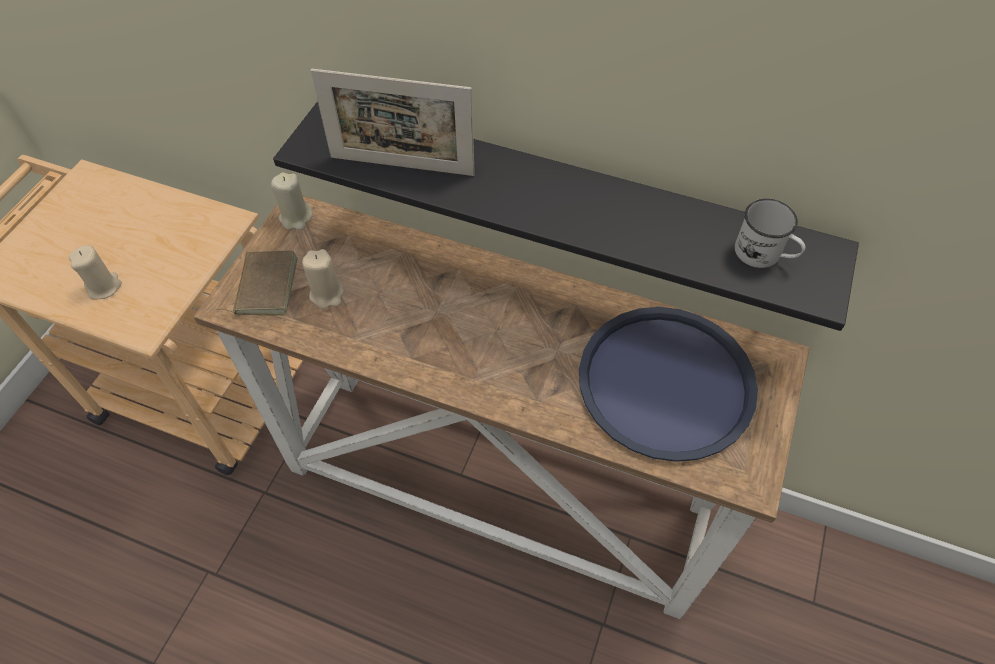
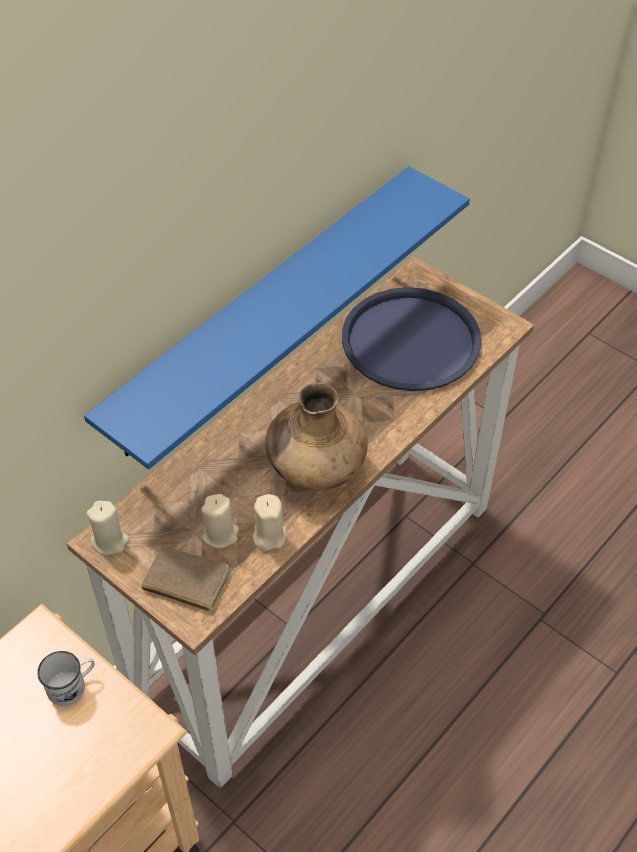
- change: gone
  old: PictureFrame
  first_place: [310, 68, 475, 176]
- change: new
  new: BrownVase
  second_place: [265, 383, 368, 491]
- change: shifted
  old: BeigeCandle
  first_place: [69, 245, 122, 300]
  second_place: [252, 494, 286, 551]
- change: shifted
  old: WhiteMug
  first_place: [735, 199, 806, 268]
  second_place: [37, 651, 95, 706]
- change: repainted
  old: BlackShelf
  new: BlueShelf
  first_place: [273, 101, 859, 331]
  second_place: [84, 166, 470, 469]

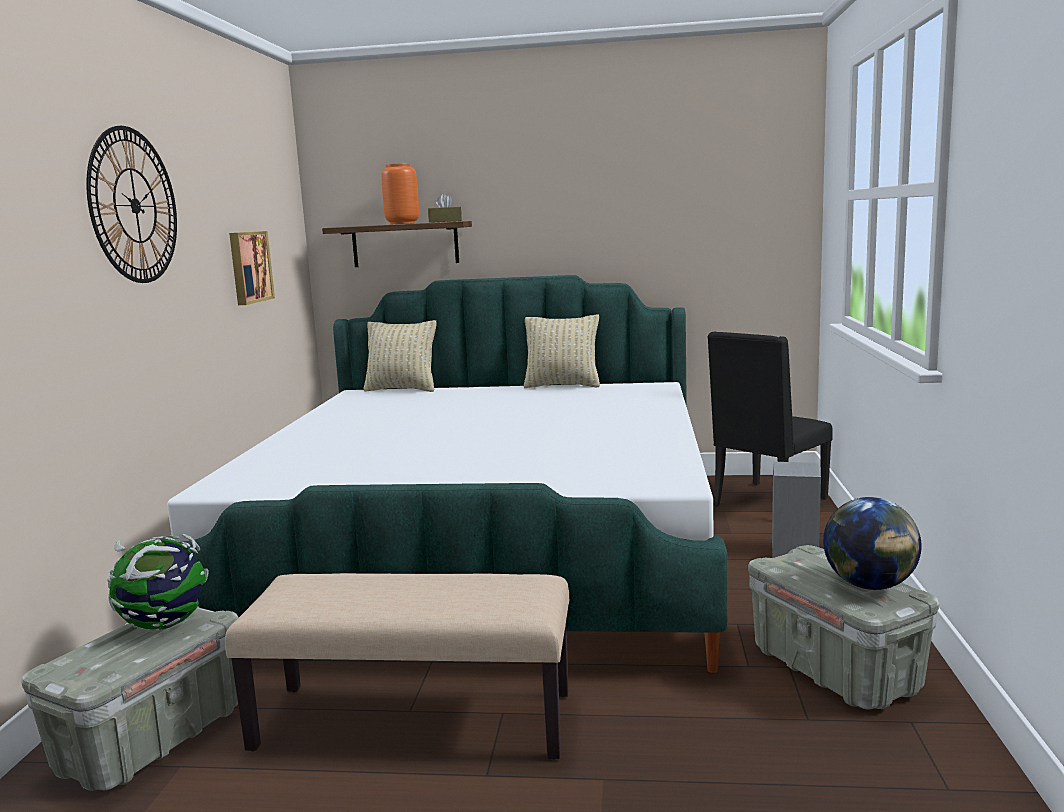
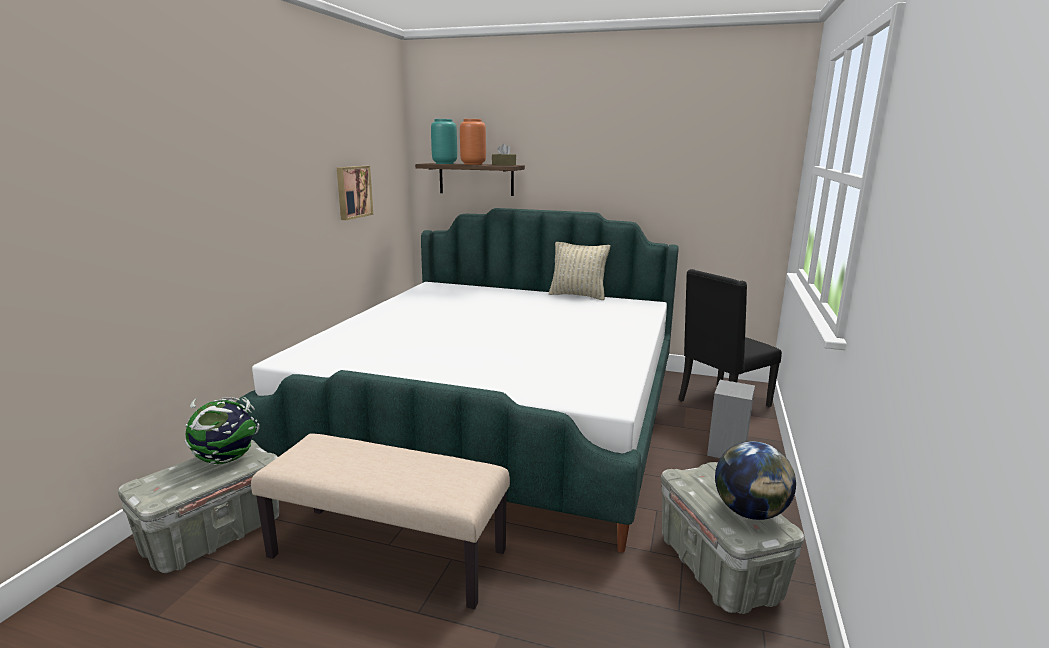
- change: gone
  old: WallClock
  first_place: [86, 126, 177, 283]
- change: gone
  old: BeigePillow
  first_place: [363, 320, 436, 392]
- change: new
  new: TurquoiseVase
  second_place: [431, 119, 457, 164]

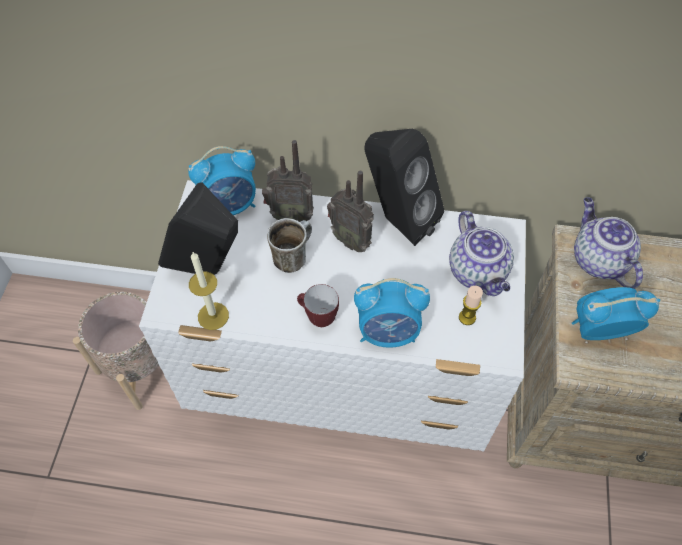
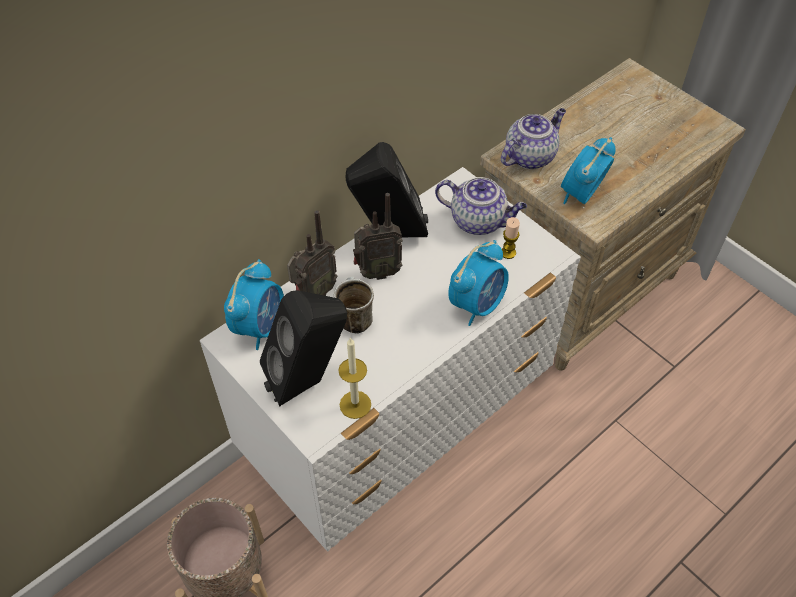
- change: gone
  old: Mug
  first_place: [297, 284, 339, 327]
- change: rotated
  old: Teapot
  first_place: [574, 197, 643, 289]
  second_place: [501, 108, 566, 170]
  degrees: 120

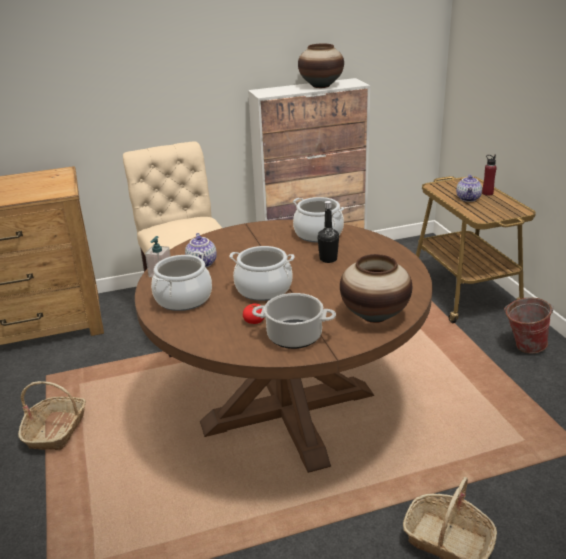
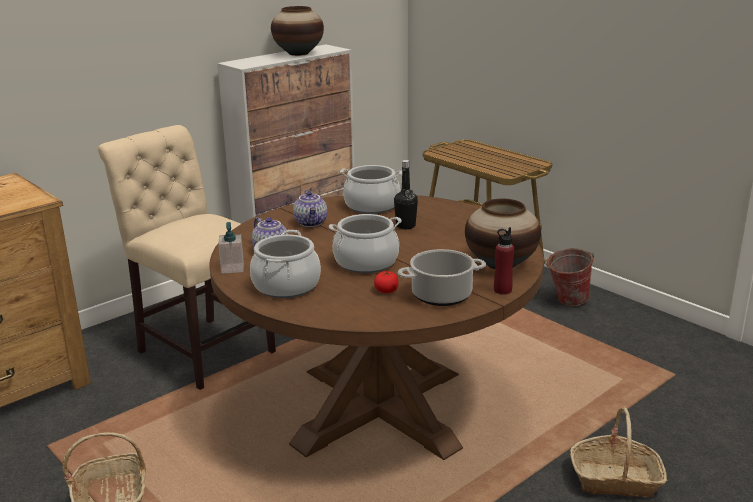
- change: shifted
  old: Teapot
  first_place: [456, 174, 482, 202]
  second_place: [293, 190, 327, 227]
- change: shifted
  old: RedBottle
  first_place: [482, 155, 497, 195]
  second_place: [494, 227, 514, 295]

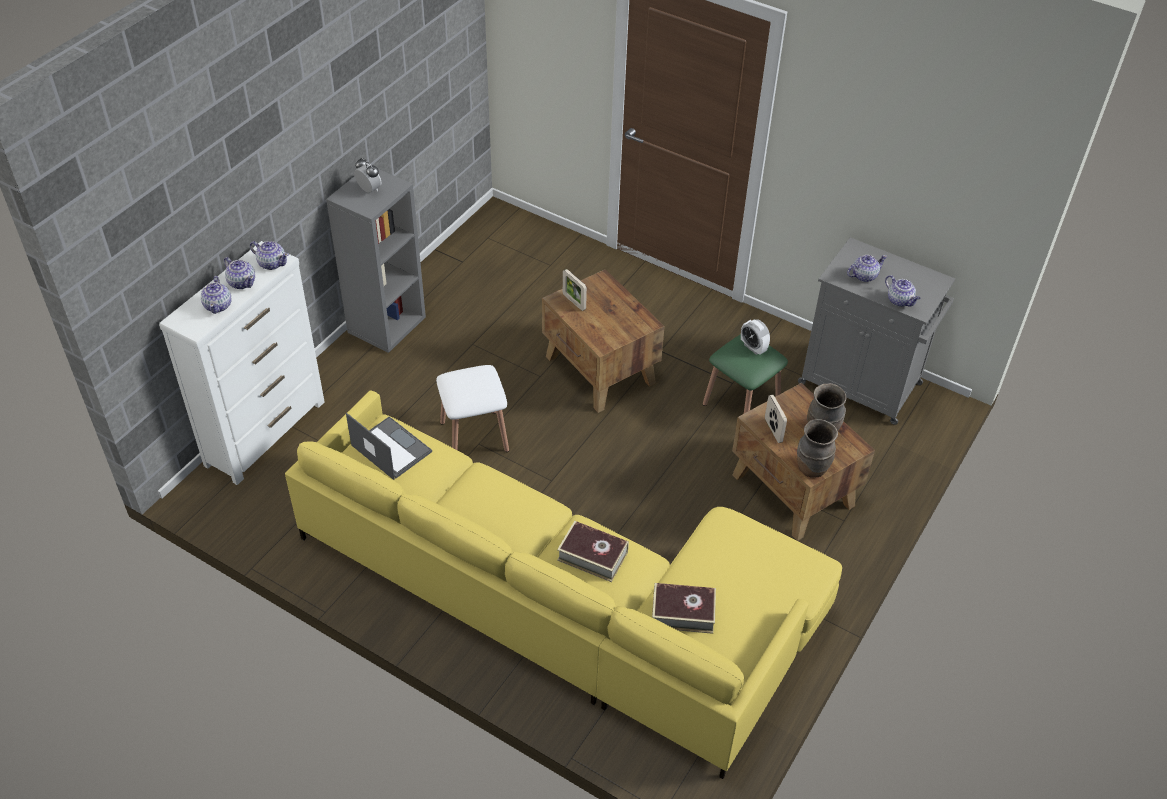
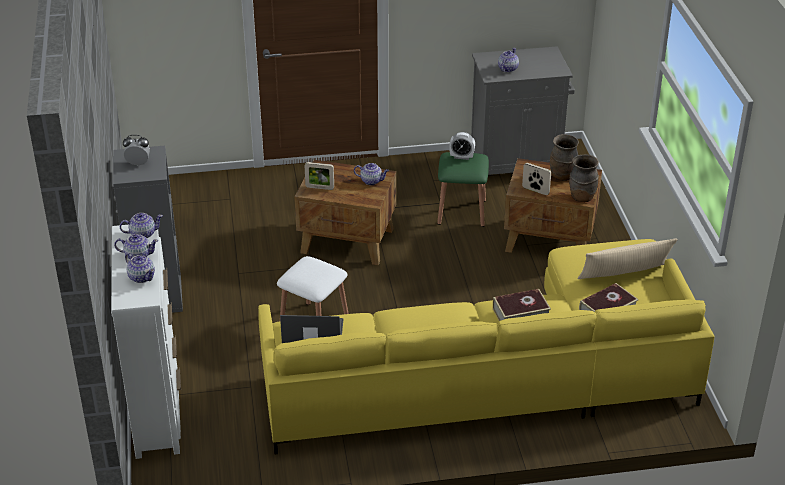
- change: new
  new: BeigePillow
  second_place: [577, 239, 677, 279]
- change: shifted
  old: Teapot
  first_place: [885, 275, 921, 307]
  second_place: [354, 163, 389, 185]

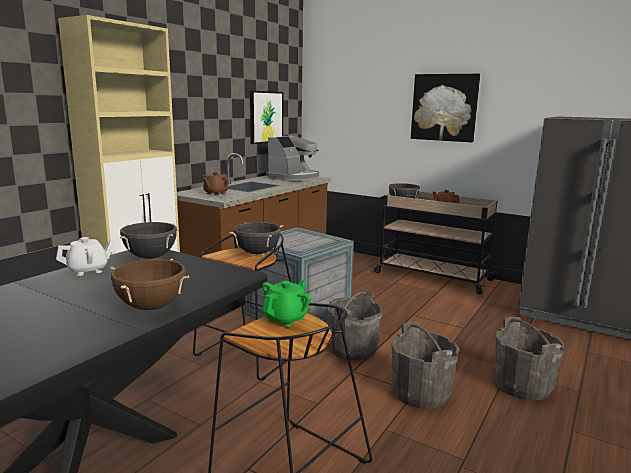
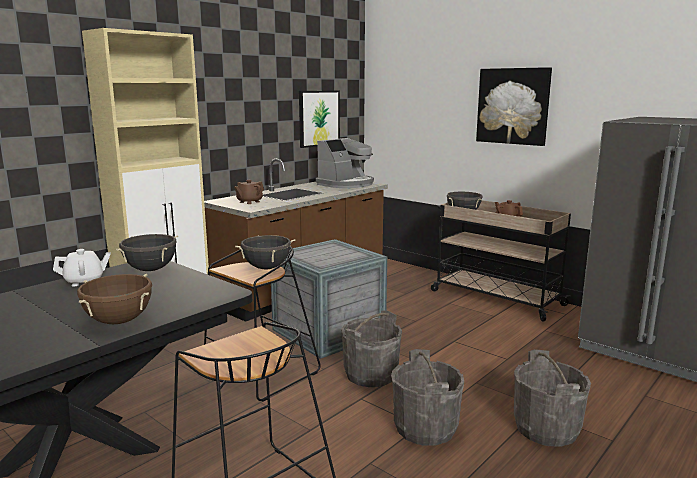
- change: gone
  old: GreenTeapot
  first_place: [262, 280, 311, 327]

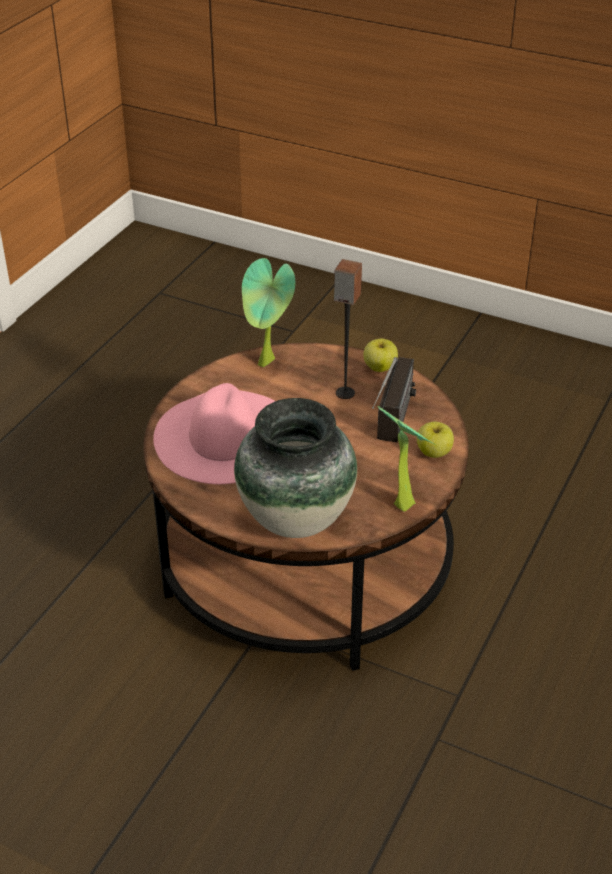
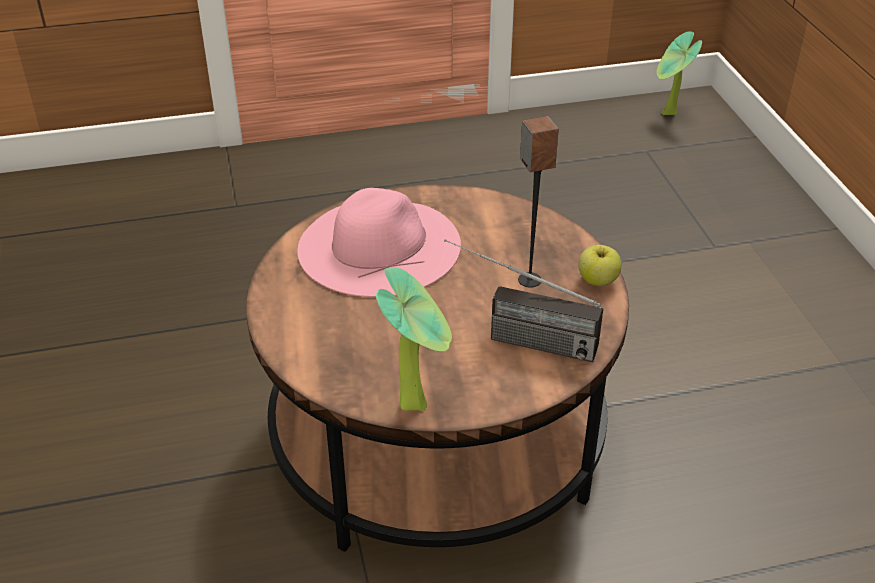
- change: gone
  old: Vase
  first_place: [234, 398, 357, 538]
- change: gone
  old: Apple
  first_place: [417, 422, 454, 458]
- change: shifted
  old: PottedPlant
  first_place: [242, 258, 295, 367]
  second_place: [657, 31, 702, 115]
- change: rotated
  old: Radio
  first_place: [372, 357, 416, 442]
  second_place: [444, 239, 603, 362]
  degrees: 45

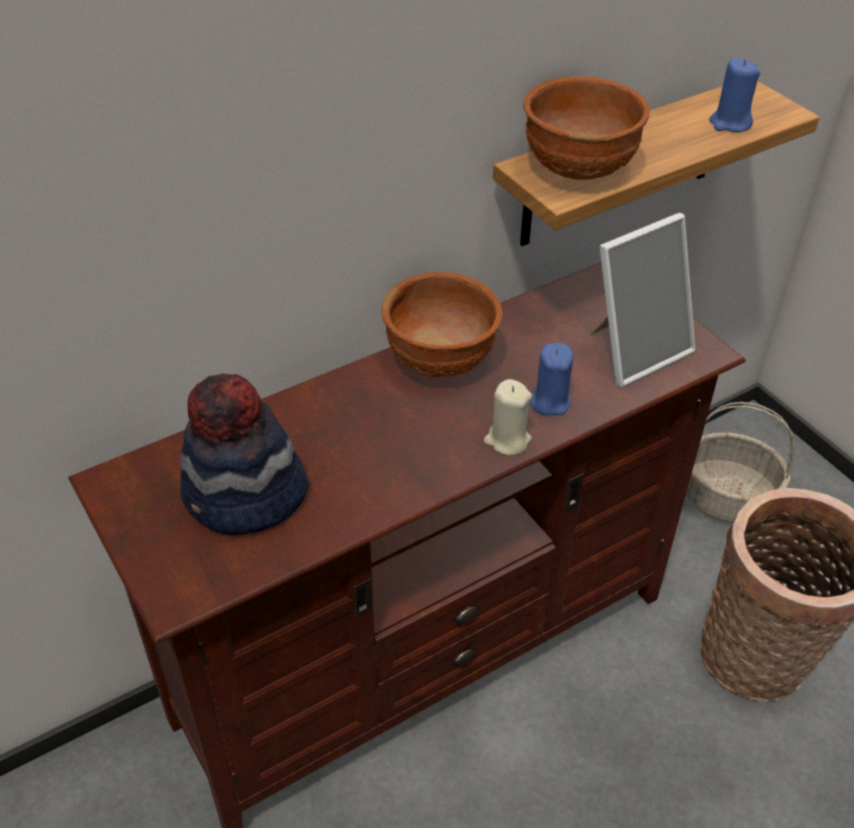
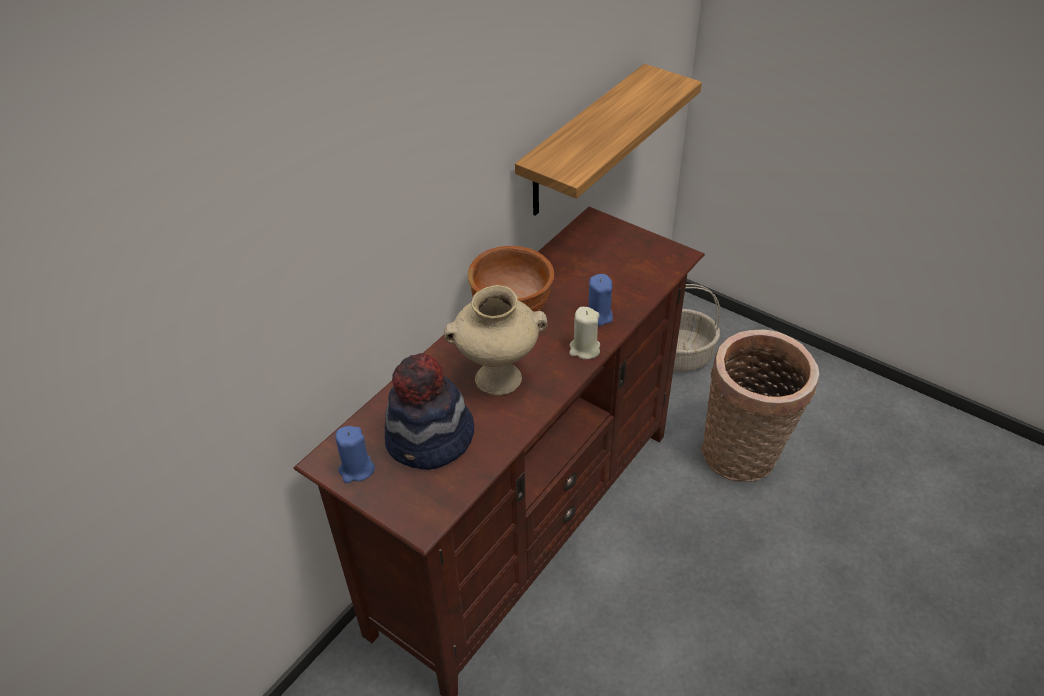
- change: gone
  old: BrownBowl
  first_place: [524, 76, 650, 180]
- change: gone
  old: PictureFrame
  first_place: [590, 213, 696, 387]
- change: new
  new: BeigeVase
  second_place: [444, 285, 547, 395]
- change: shifted
  old: BlueCandle
  first_place: [709, 58, 760, 132]
  second_place: [336, 426, 375, 483]

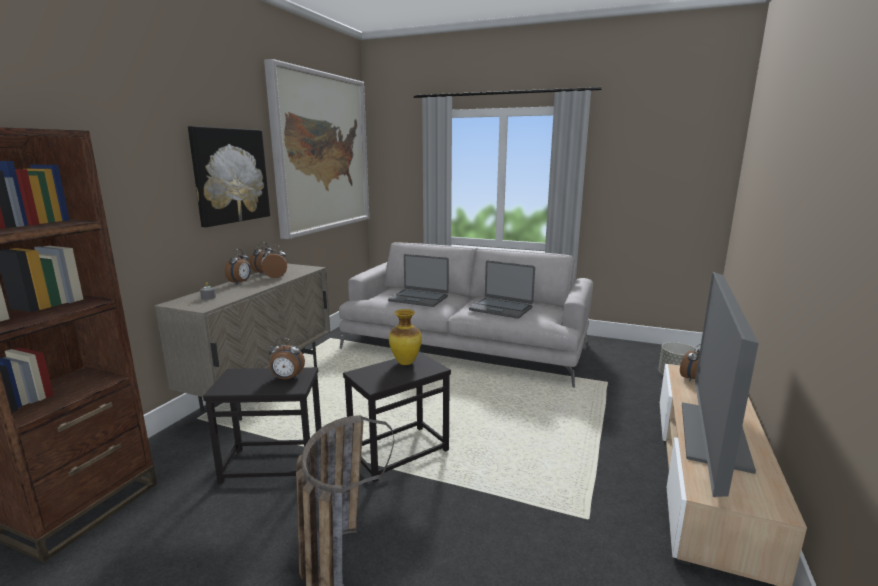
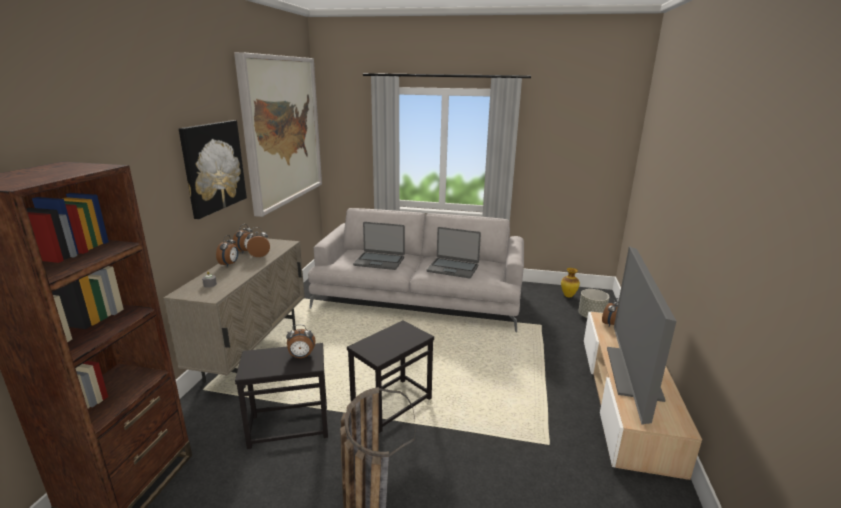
- change: shifted
  old: Vase
  first_place: [389, 309, 422, 365]
  second_place: [561, 268, 580, 297]

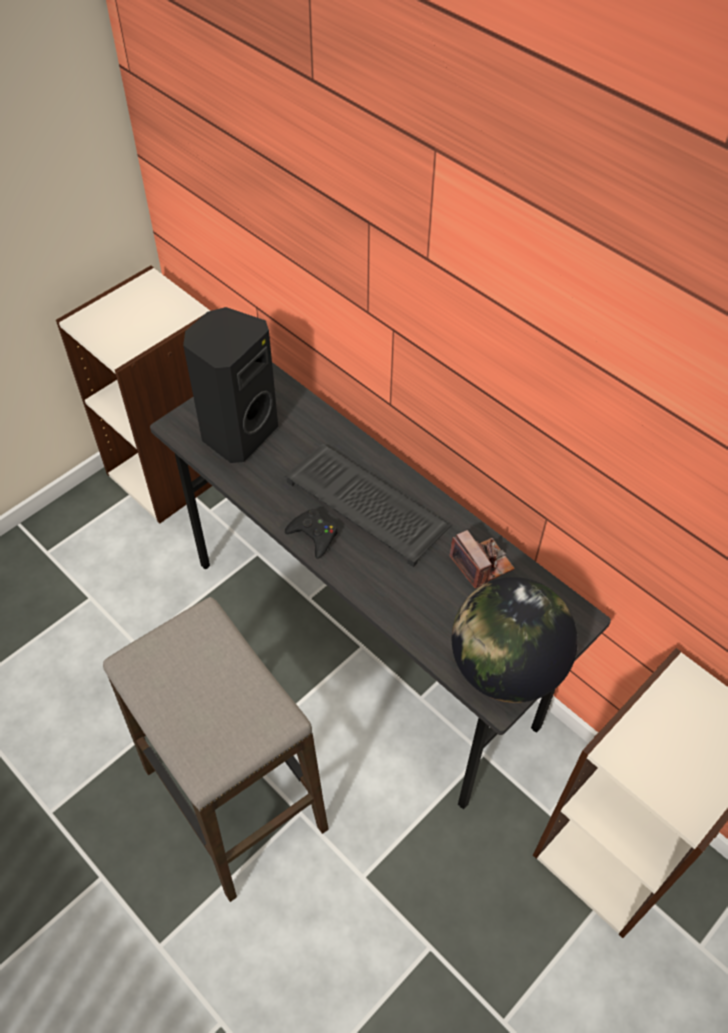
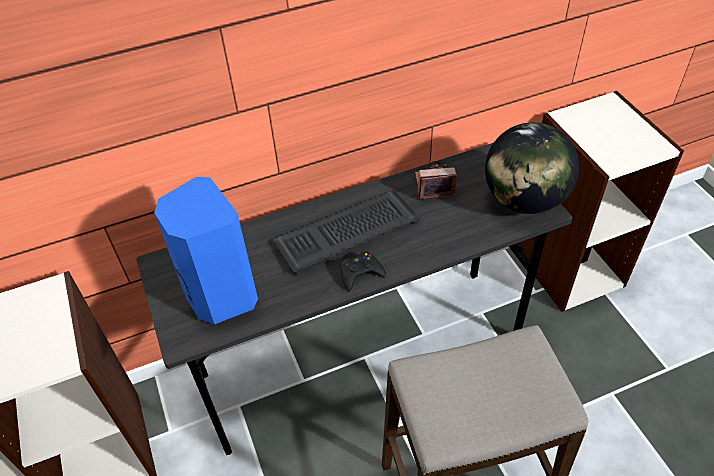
- change: repainted
  old: BlackSpeaker
  new: BlueSpeaker
  first_place: [183, 307, 278, 463]
  second_place: [154, 177, 258, 324]

